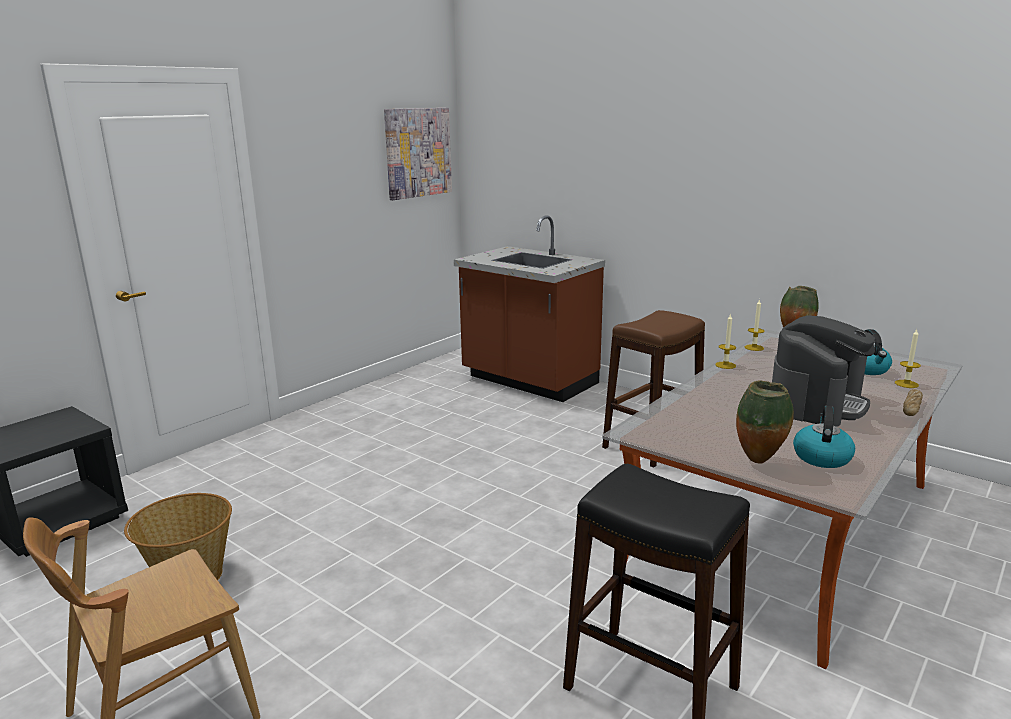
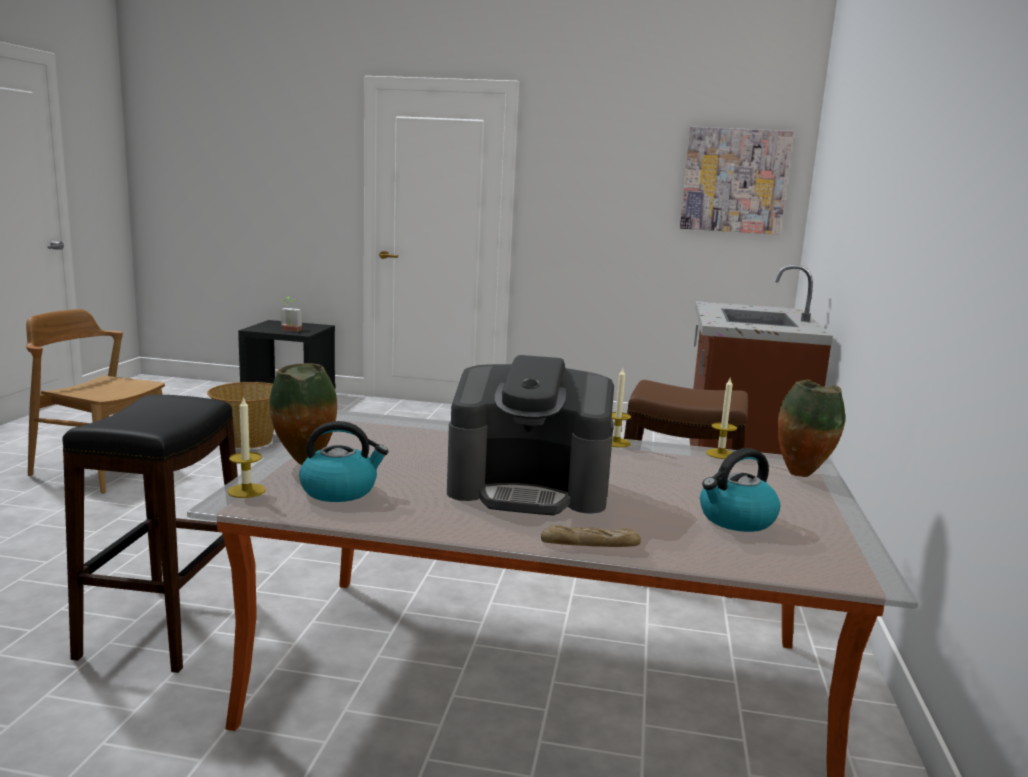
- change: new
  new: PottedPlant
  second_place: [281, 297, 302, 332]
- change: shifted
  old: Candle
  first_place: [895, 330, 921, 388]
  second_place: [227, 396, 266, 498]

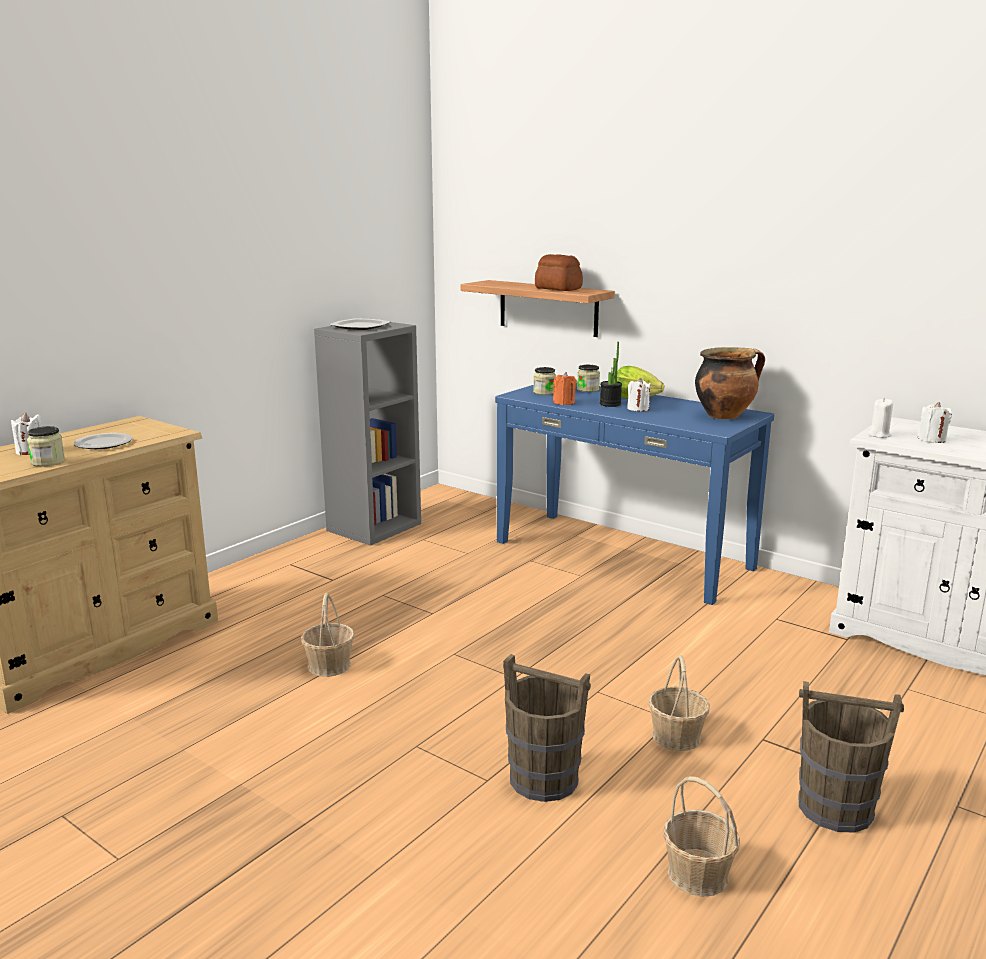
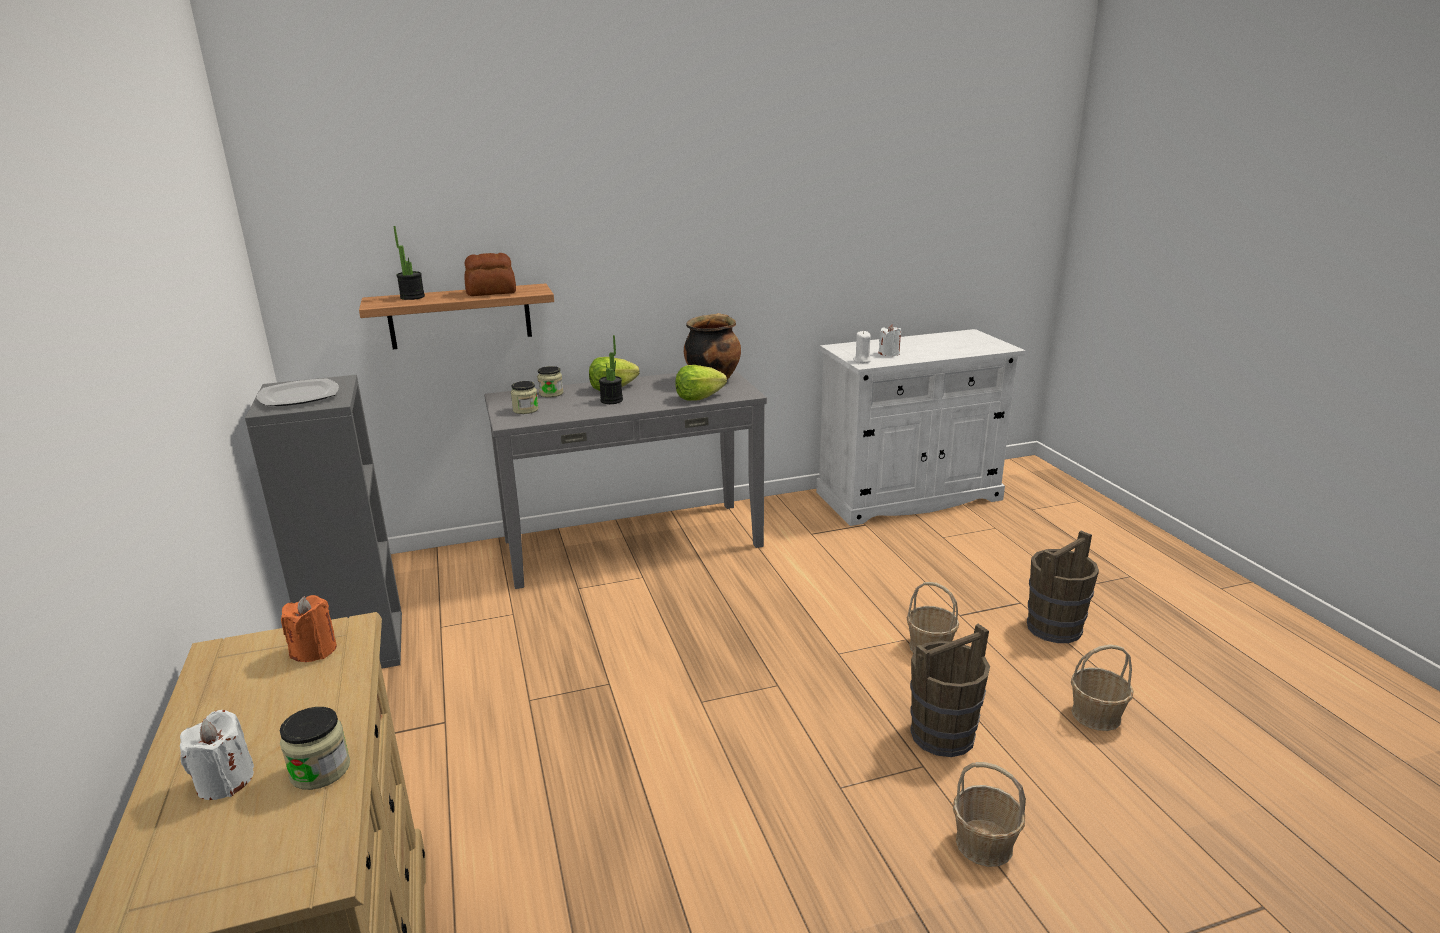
- change: gone
  old: Plate
  first_place: [74, 433, 132, 449]
- change: gone
  old: WhiteCandle
  first_place: [627, 378, 651, 411]
- change: new
  new: PottedPlant
  second_place: [393, 226, 425, 300]
- change: new
  new: Lettuce
  second_place: [676, 365, 727, 401]
- change: shifted
  old: Basket
  first_place: [301, 593, 354, 677]
  second_place: [953, 762, 1026, 867]
- change: shifted
  old: OrangeCandle
  first_place: [553, 372, 577, 405]
  second_place: [281, 595, 337, 662]
- change: repainted
  old: BlueConsoleTable
  new: GreyConsoleTable
  first_place: [495, 384, 774, 605]
  second_place: [484, 370, 767, 589]

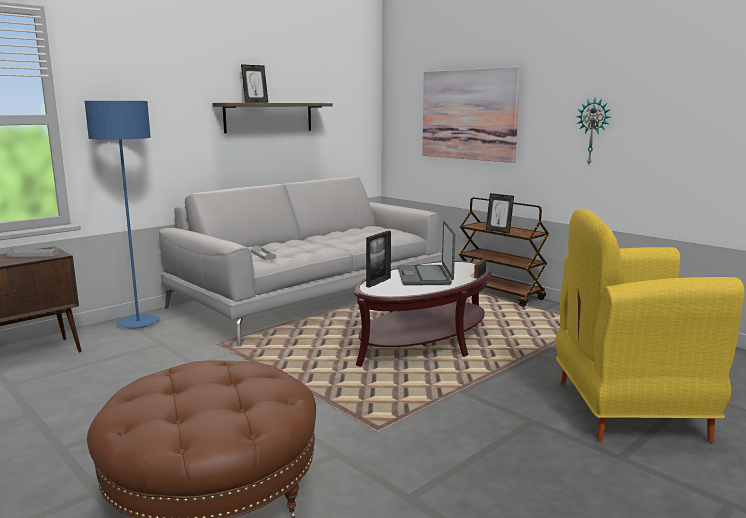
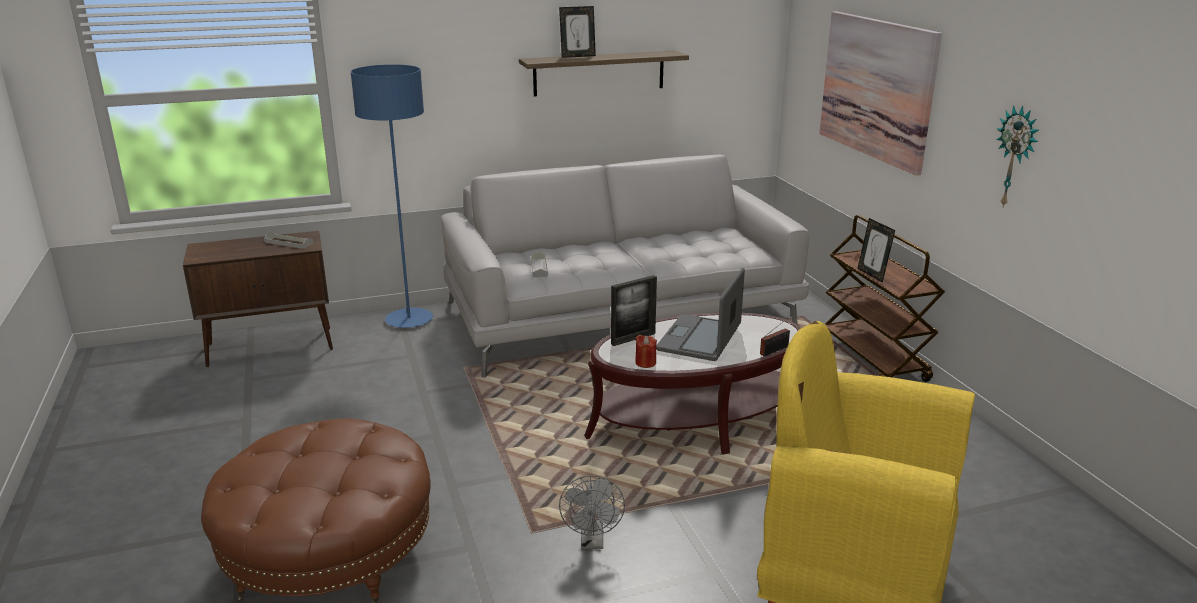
- change: new
  new: GreyFan
  second_place: [559, 475, 625, 549]
- change: new
  new: RedCandle
  second_place: [635, 335, 657, 368]

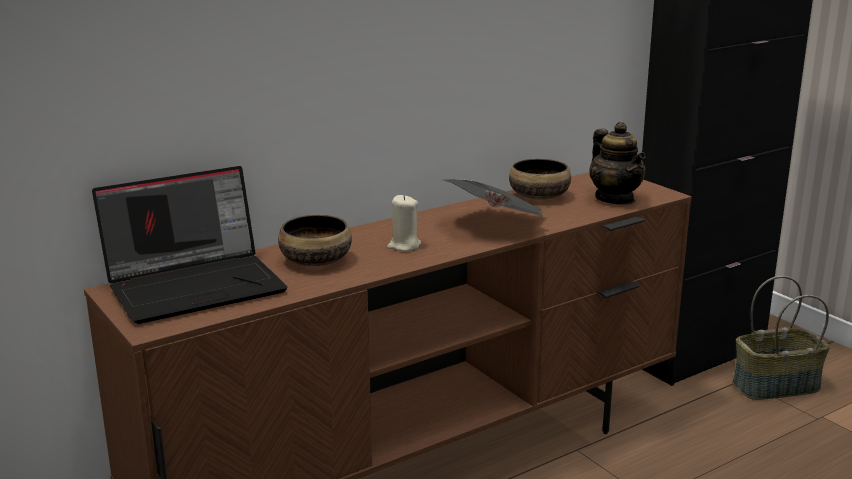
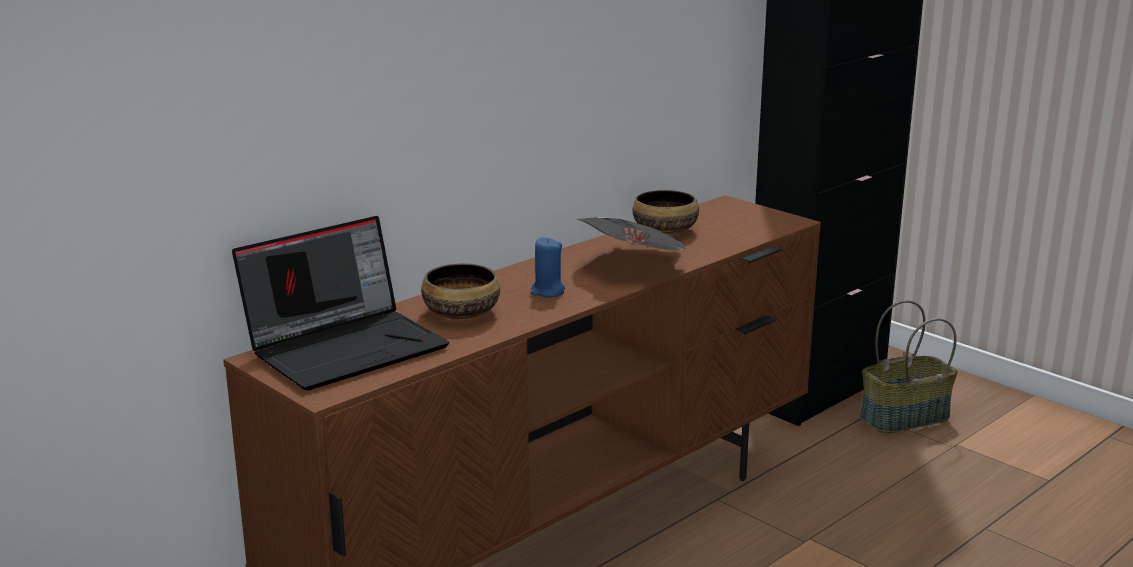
- change: gone
  old: Teapot
  first_place: [589, 122, 646, 205]
- change: repainted
  old: BeigeCandle
  new: BlueCandle
  first_place: [387, 195, 421, 251]
  second_place: [530, 237, 565, 297]

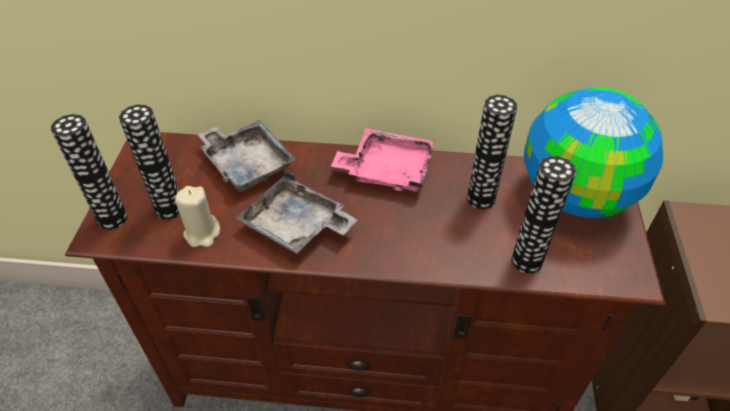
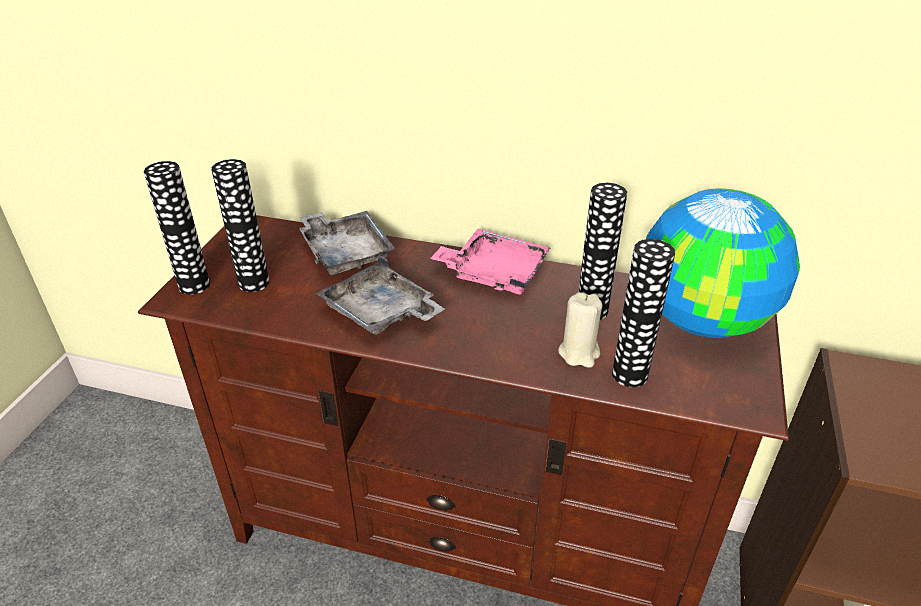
- change: shifted
  old: BeigeCandle
  first_place: [175, 186, 220, 247]
  second_place: [558, 292, 602, 368]

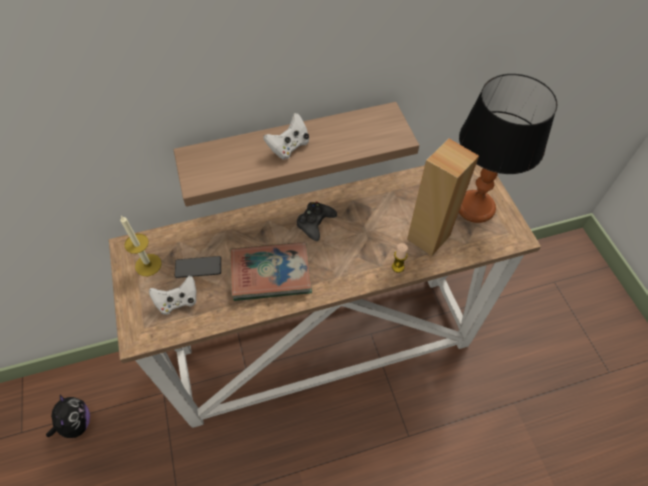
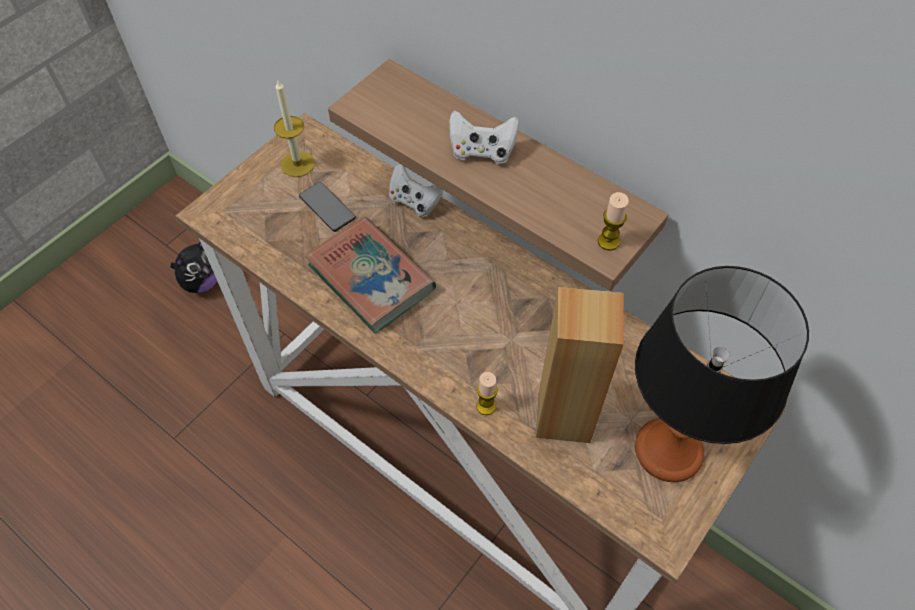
- change: gone
  old: BlackGameController
  first_place: [297, 202, 337, 241]
- change: new
  new: Candle
  second_place: [598, 192, 629, 250]
- change: shifted
  old: WhiteGameController
  first_place: [149, 275, 197, 315]
  second_place: [389, 163, 444, 217]

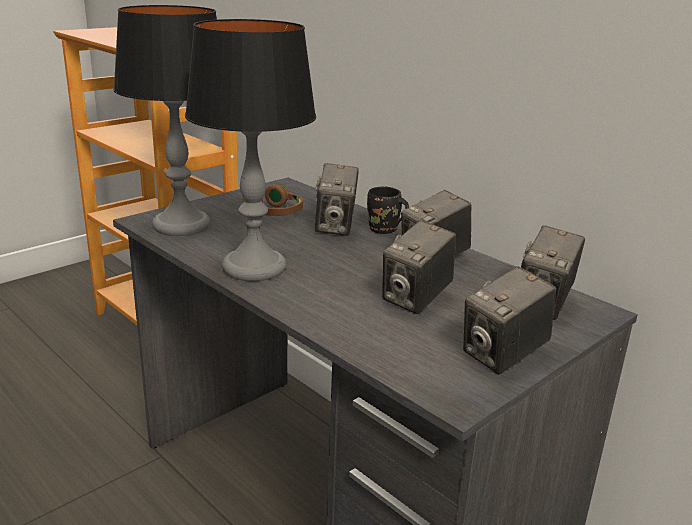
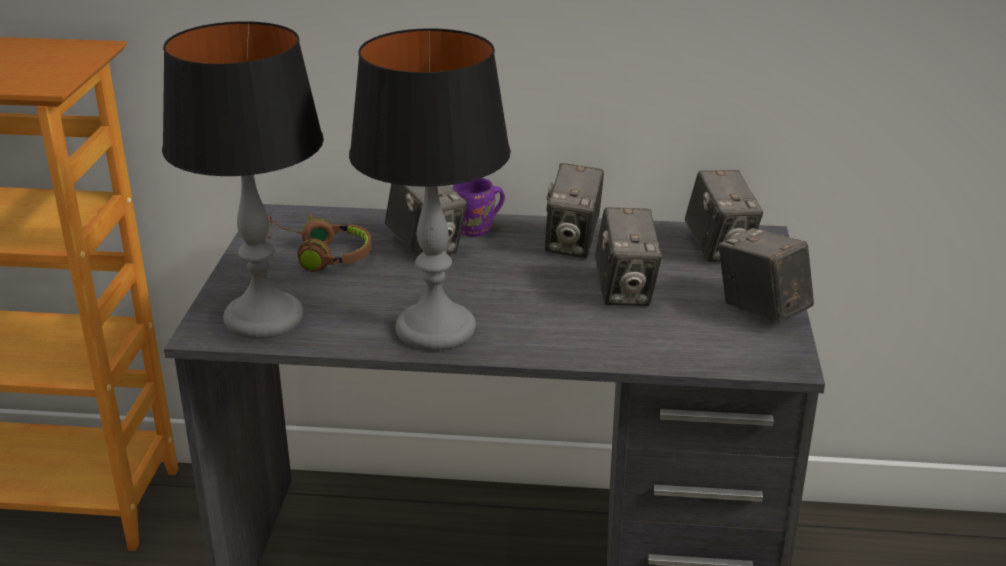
- change: repainted
  old: BlackMug
  new: PurpleMug
  first_place: [367, 187, 409, 234]
  second_place: [453, 178, 505, 237]
- change: rotated
  old: PhotoCamera
  first_place: [463, 266, 556, 374]
  second_place: [719, 228, 814, 322]
  degrees: 135

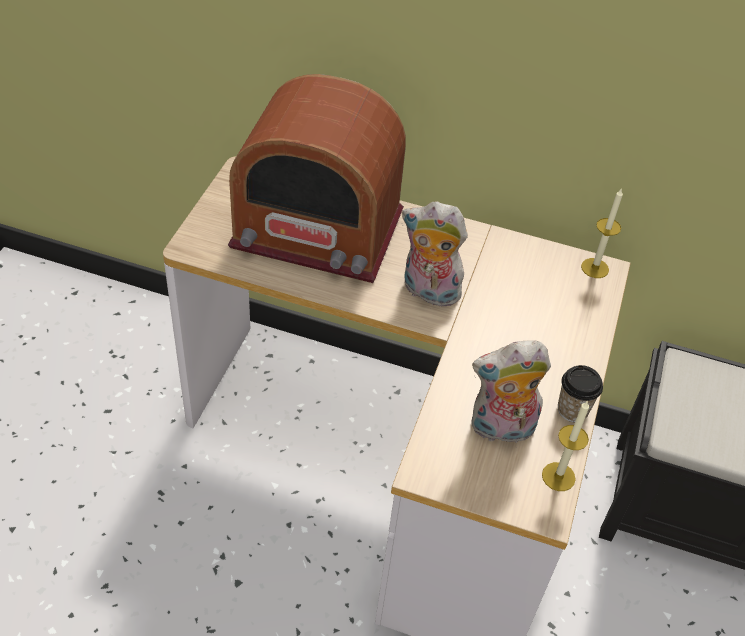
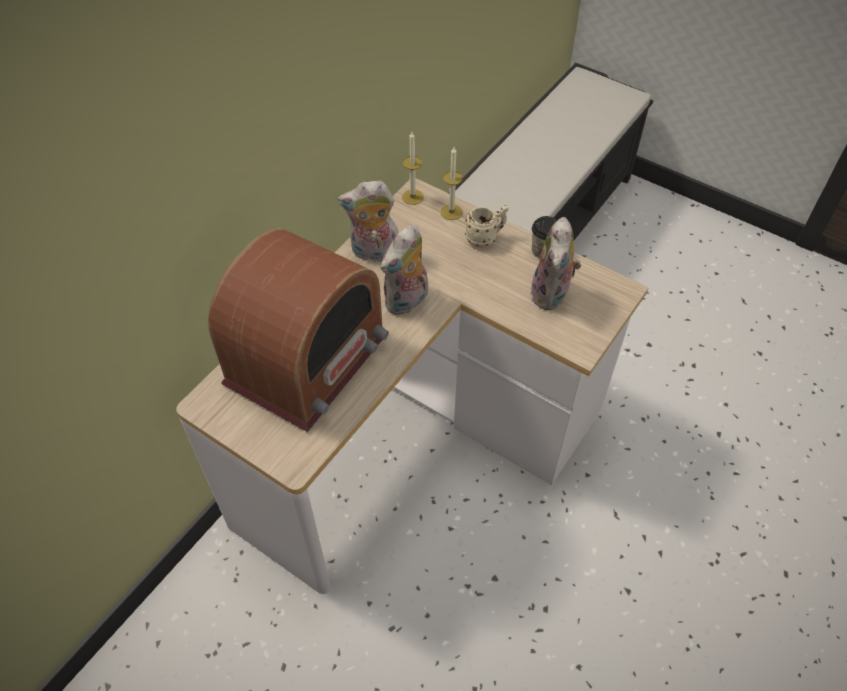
- change: new
  new: PlushToy
  second_place: [338, 181, 398, 261]
- change: new
  new: BeigeMug
  second_place: [465, 205, 509, 248]
- change: shifted
  old: Candle
  first_place: [542, 400, 589, 491]
  second_place: [441, 147, 463, 220]

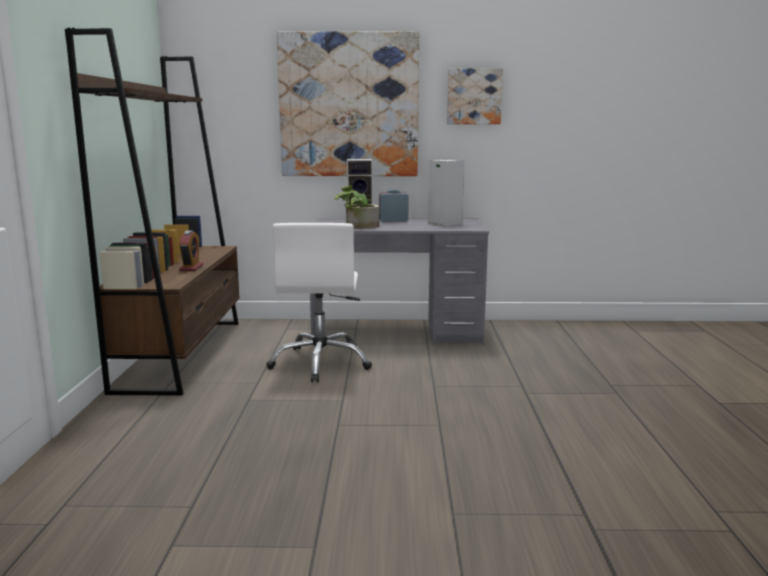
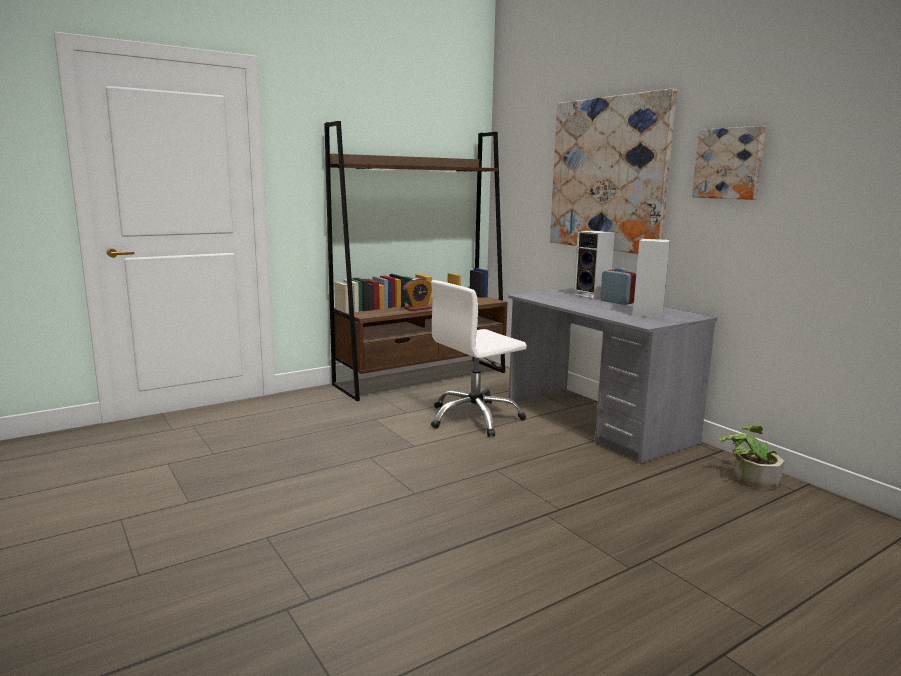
- change: shifted
  old: PottedPlant
  first_place: [334, 185, 379, 229]
  second_place: [719, 425, 784, 490]

